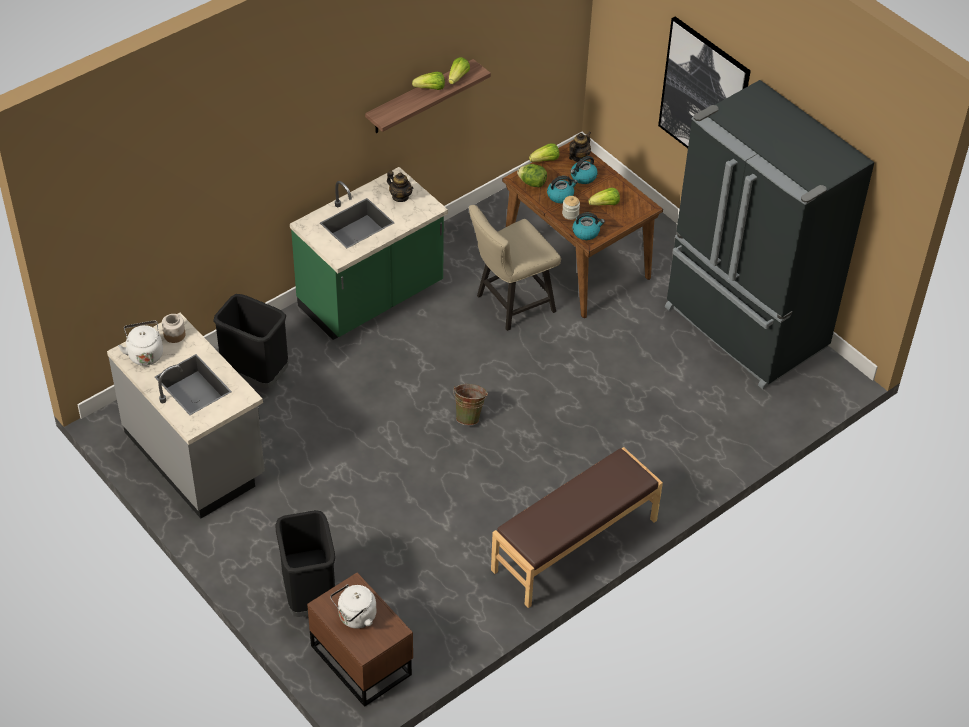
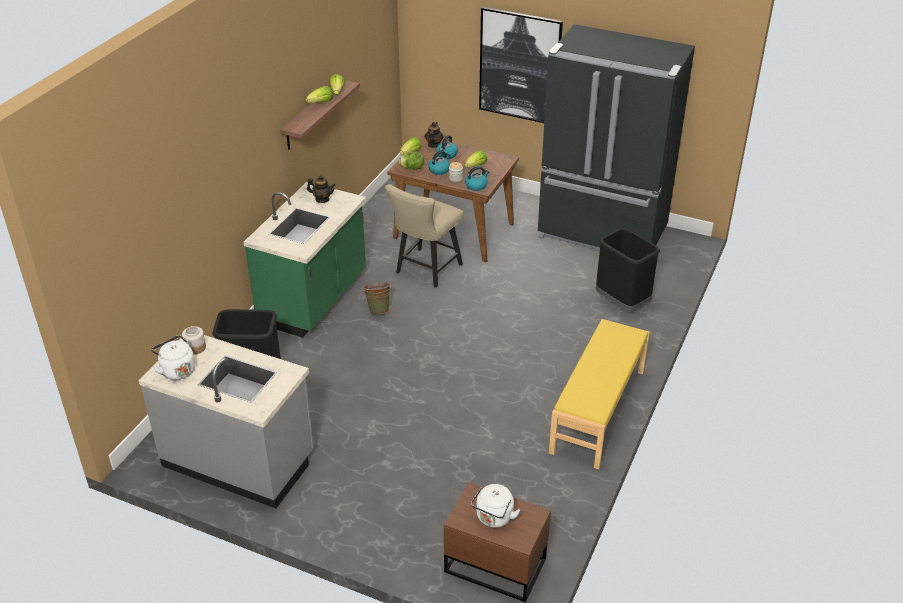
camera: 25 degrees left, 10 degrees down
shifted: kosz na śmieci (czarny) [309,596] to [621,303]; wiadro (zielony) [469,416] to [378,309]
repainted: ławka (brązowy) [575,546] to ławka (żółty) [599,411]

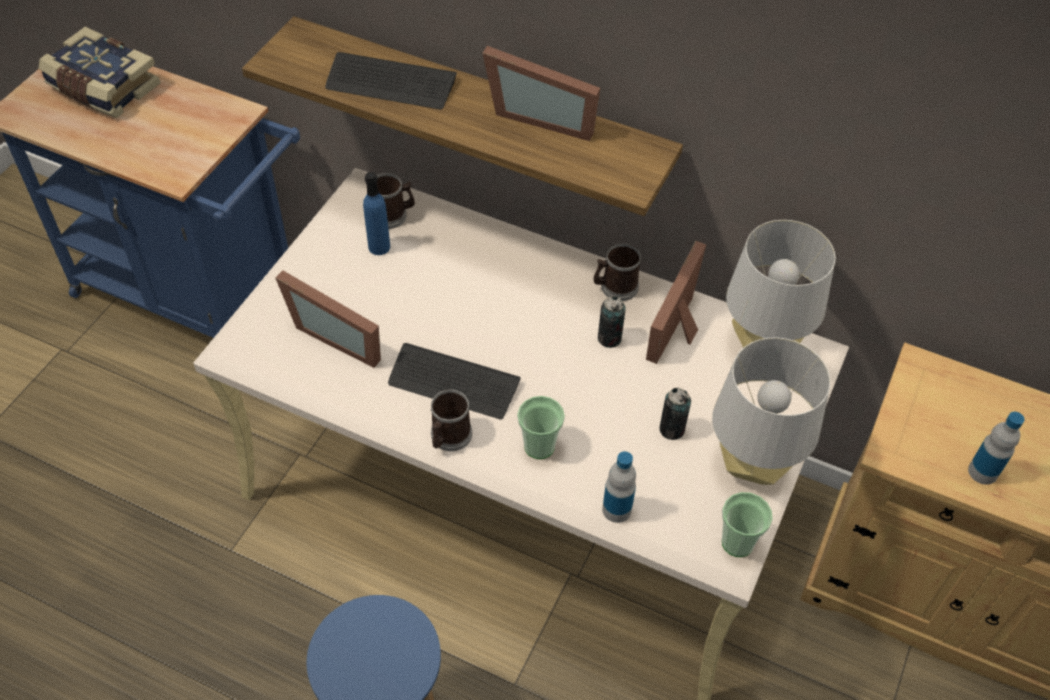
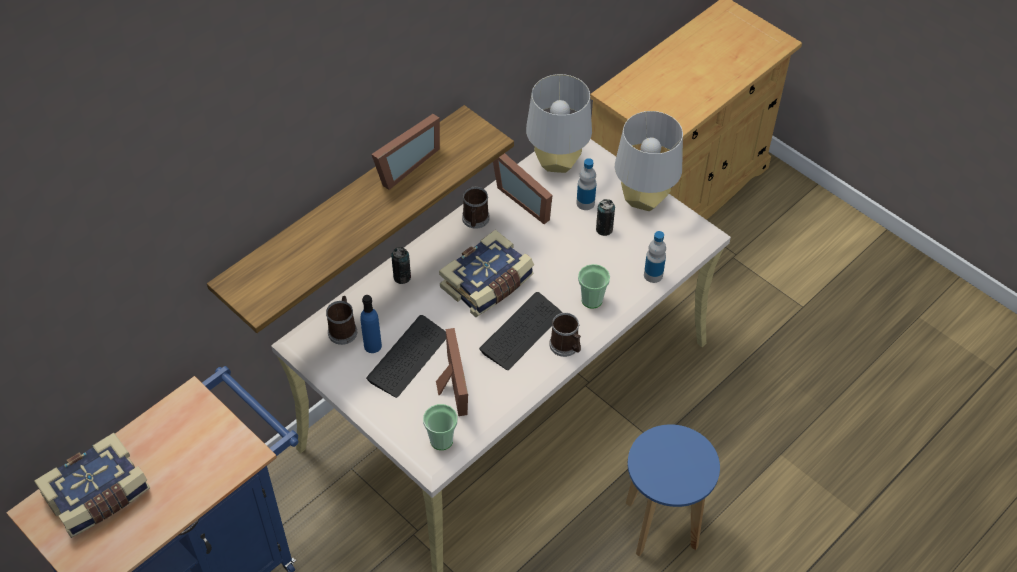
camera: 70 degrees left, 0 degrees up
new: książka [488,284]
shifted: klawiatura [390,83] to [408,357]; puszka [609,338] to [402,277]; filiżanka [737,542] to [441,440]; butelka [982,472] to [585,203]
rotated: ramka na zdjęcie [339,335] = [449,389] 60 degrees counterclockwise

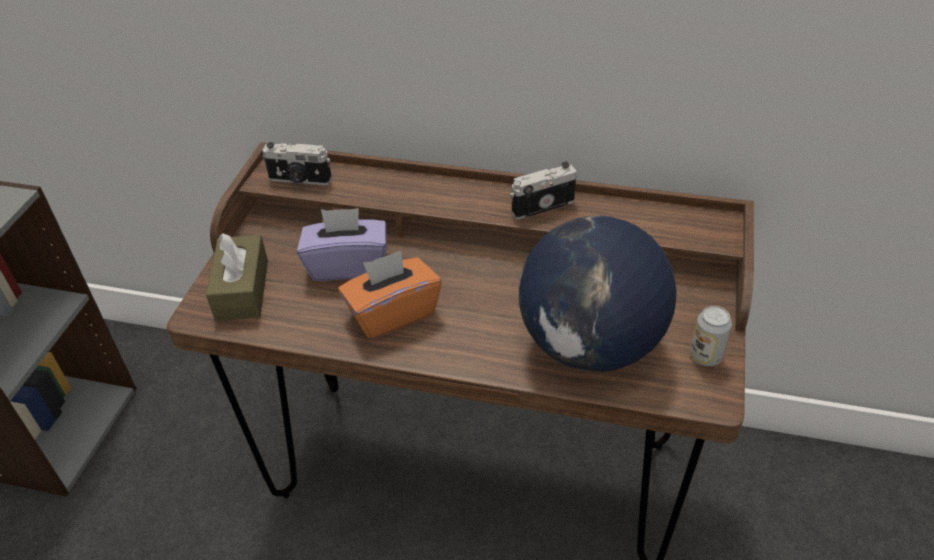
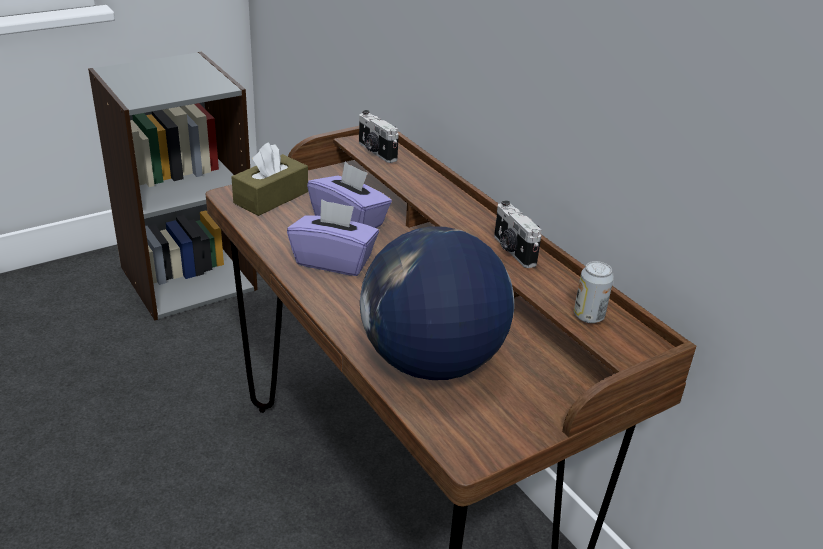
camera: 40 degrees right, 10 degrees down
shifted: puszka [705,356] to [588,316]
repainted: pudełko chusteczek (pomarańczowy) [392,313] to pudełko chusteczek (fioletowy) [334,261]
rotated: aparat fotograficzny [541,205] = [512,251] 135 degrees counterclockwise

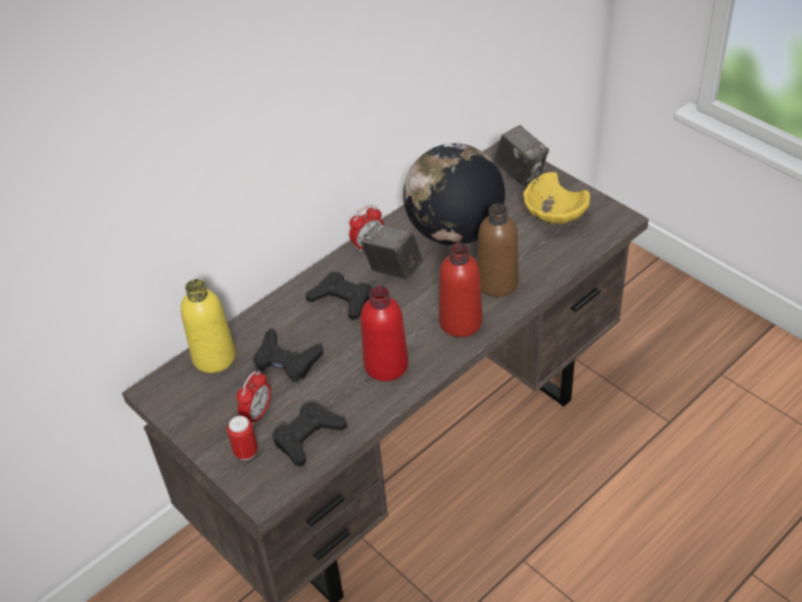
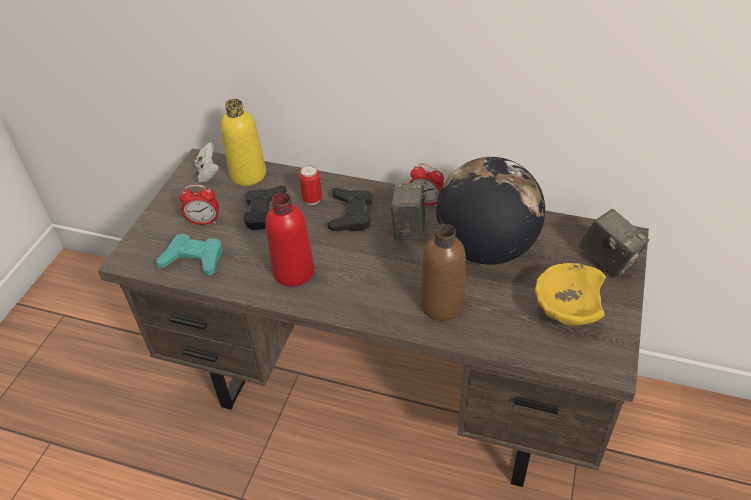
camera: 60 degrees right, 0 degrees up
gone: butelka (czerwony) [460,322]
new: pad do gier (biały) [208,173]
shifted: puszka [246,452] to [312,199]
repainted: pad do gier (czarny) [308,437] to pad do gier (turkusowy) [193,259]
rotated: aparat fotograficzny [520,173] = [608,261] 60 degrees counterclockwise

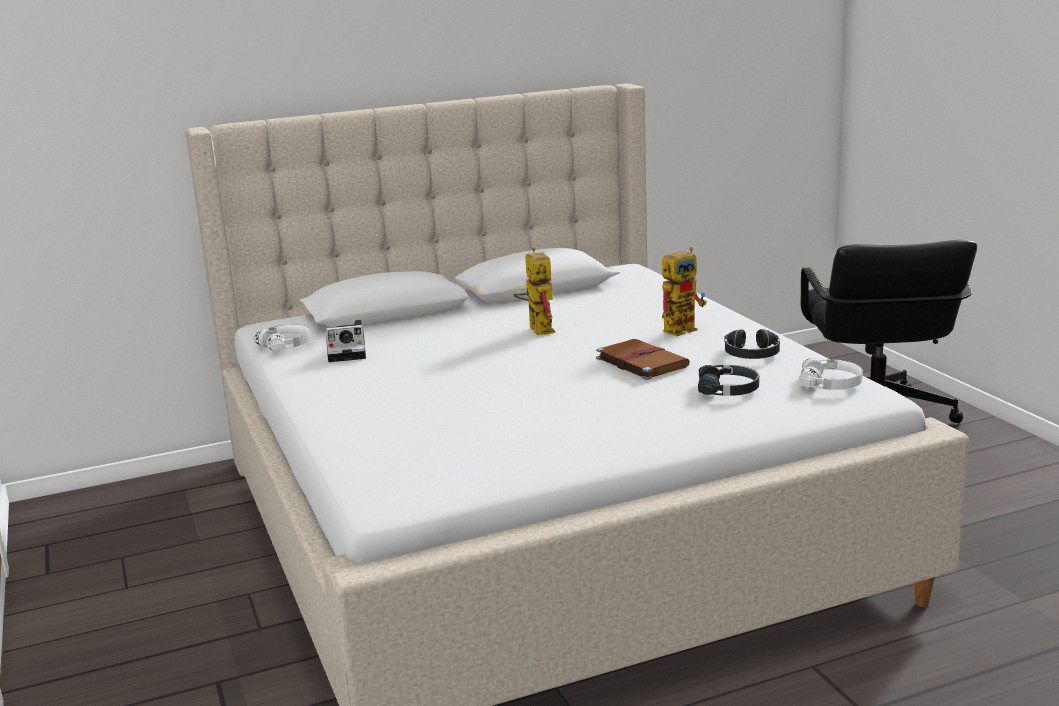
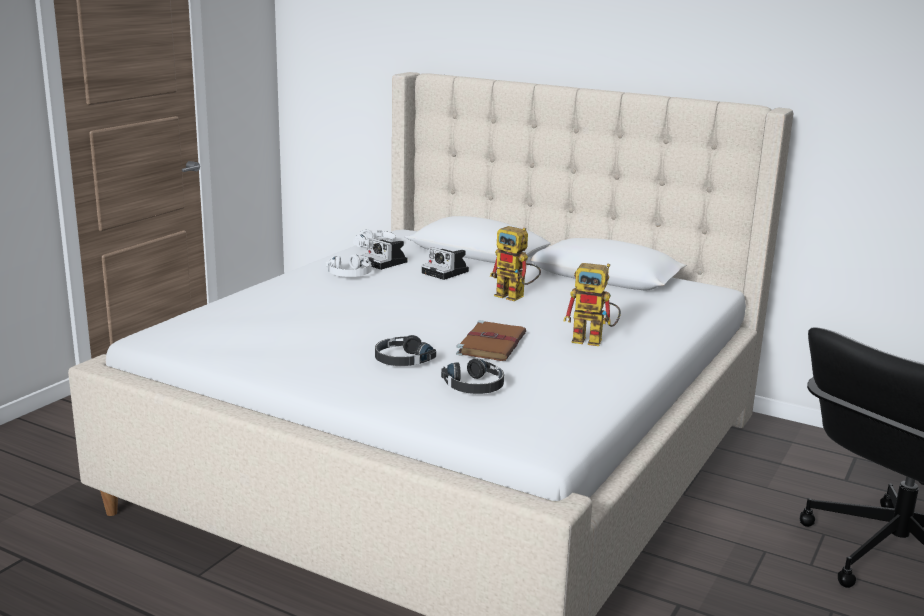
camera: 50 degrees right, 0 degrees up
new: aparat fotograficzny [447,272]
shifted: słuchawki (czarny) [752,354] to [402,360]; słuchawki (biały) [830,383] to [350,273]
rotated: robot zabawkowy [537,328] = [516,297] 90 degrees clockwise

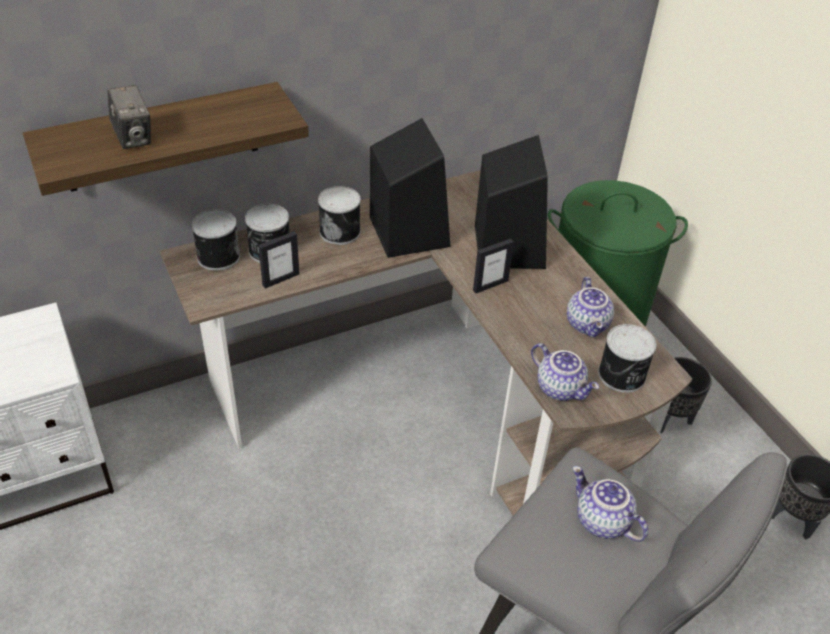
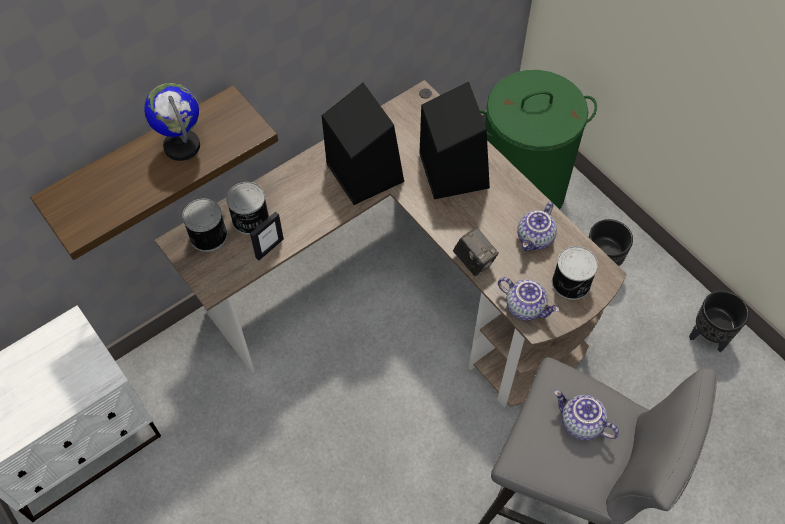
camera: 10 degrees left, 15 degrees up
gone: puszka [340,231]; ramka na zdjęcie [490,285]
new: globus [182,146]
shifted: aparat fotograficzny [133,138] to [474,261]
rotated: imbryk [588,324] = [535,239] 45 degrees clockwise

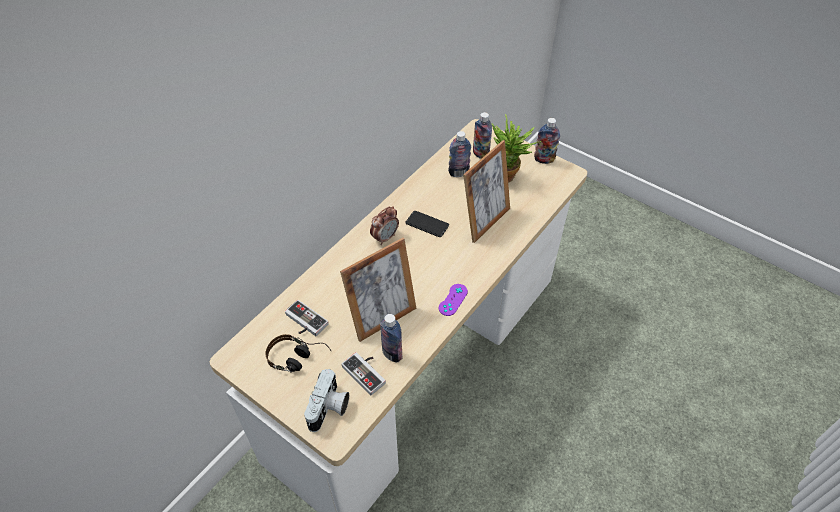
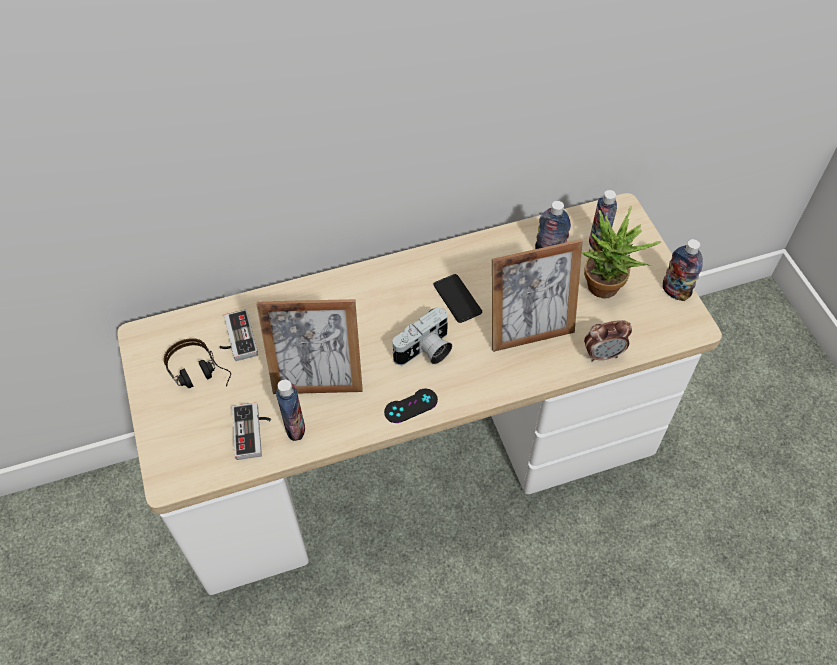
camera: 35 degrees right, 5 degrees up
shifted: aparat fotograficzny [329,409] to [425,351]; budzik [385,237] to [603,354]
repainted: pad do gier (fioletowy) [453,300] to pad do gier (czarny) [411,406]

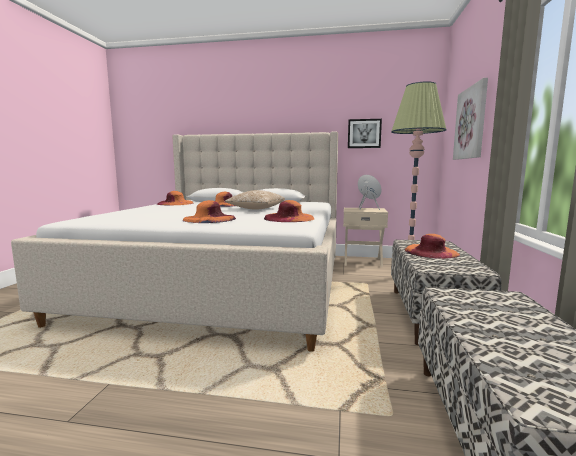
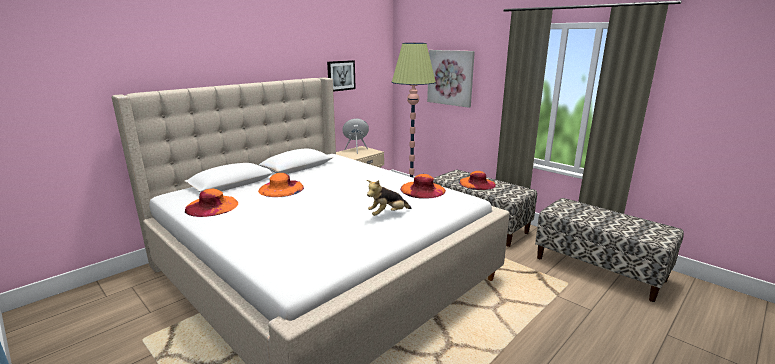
camera: 55 degrees left, 10 degrees up
gone: poduszka [256,209]
swapped: kapelusz (pomarańczowy) [209,219] to pluszak [388,214]

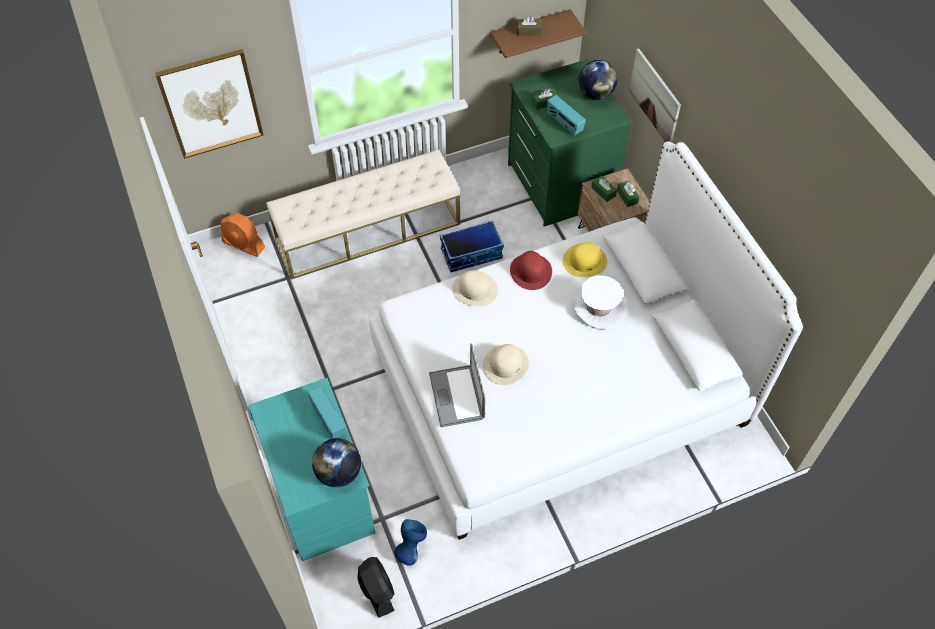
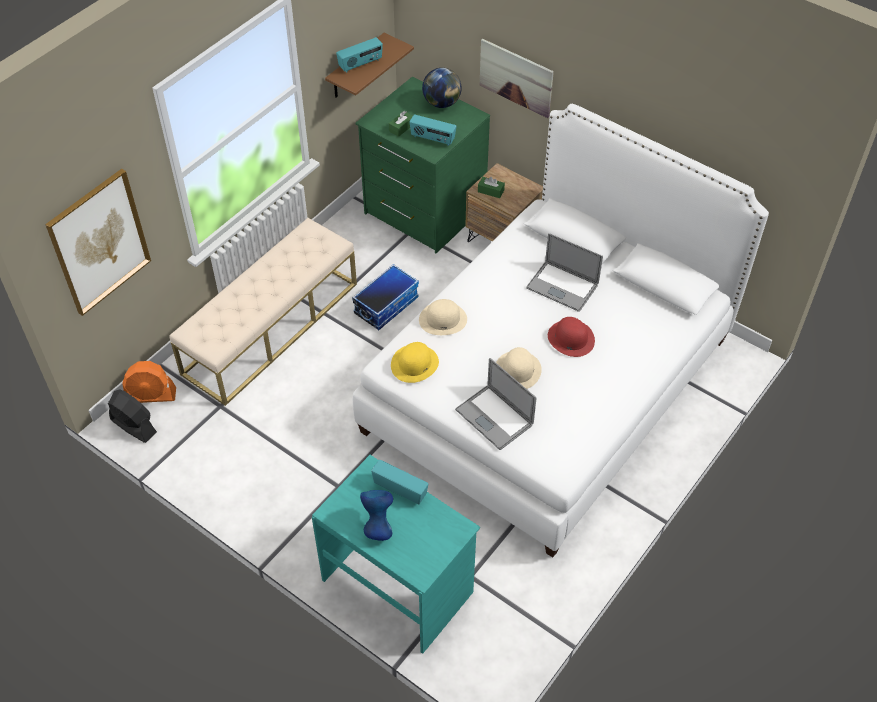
camera: 30 degrees left, 5 degrees down
gone: globus [339,473]; pudełko chusteczek (zielony) [627,197]
shifted: wentylator (czarny) [376,590] to [133,426]; wazon (niebieski) [411,549] to [377,526]; kapelusz (czerwony) [530,271] to [570,338]; kapelusz (żółty) [585,261] to [414,363]
swapped: pudełko chusteczek (brązowy) [528,31] to radio [360,64]; kapelusz (biały) [598,307] to laptop [562,286]

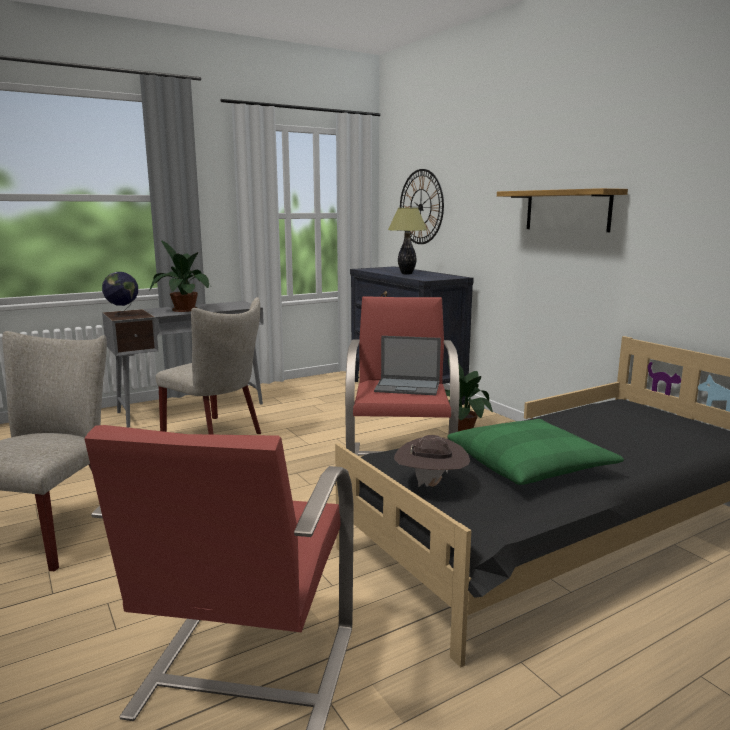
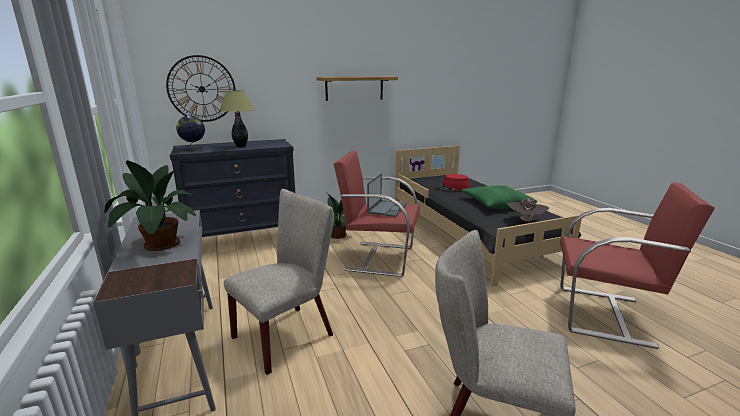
camera: 80 degrees left, 5 degrees up
new: kapelusz (czerwony) [452,187]
shifted: globus [122,314] to [193,149]

